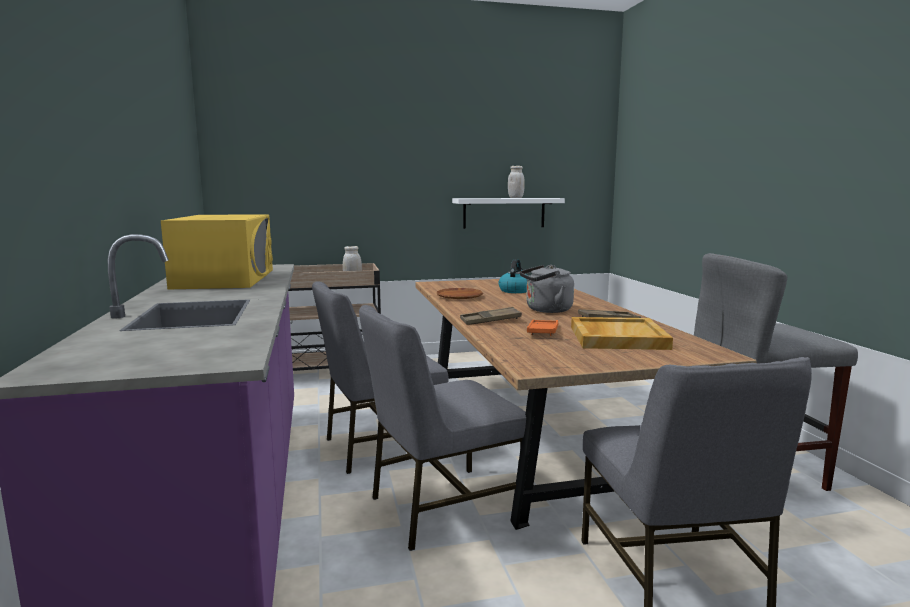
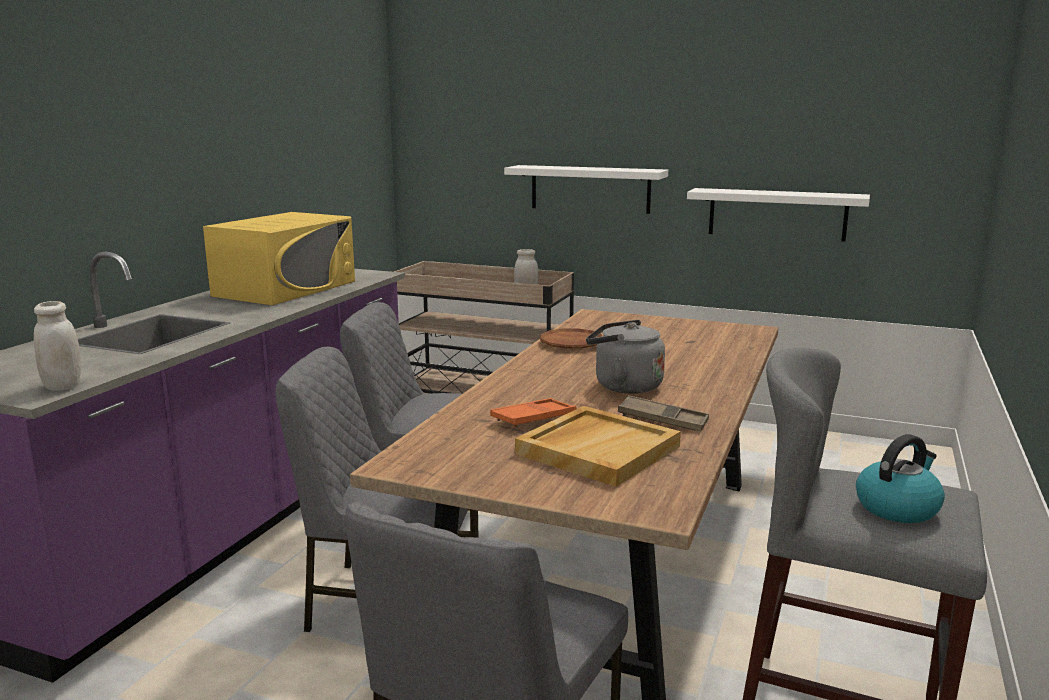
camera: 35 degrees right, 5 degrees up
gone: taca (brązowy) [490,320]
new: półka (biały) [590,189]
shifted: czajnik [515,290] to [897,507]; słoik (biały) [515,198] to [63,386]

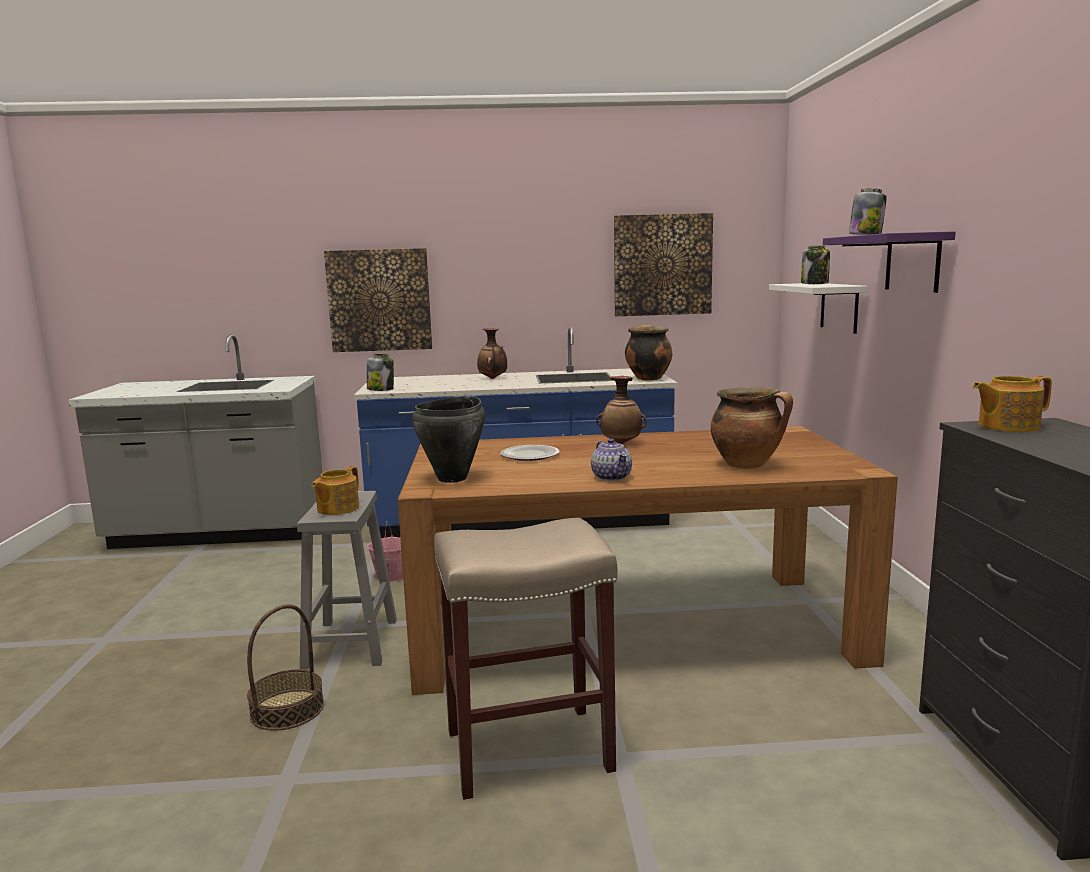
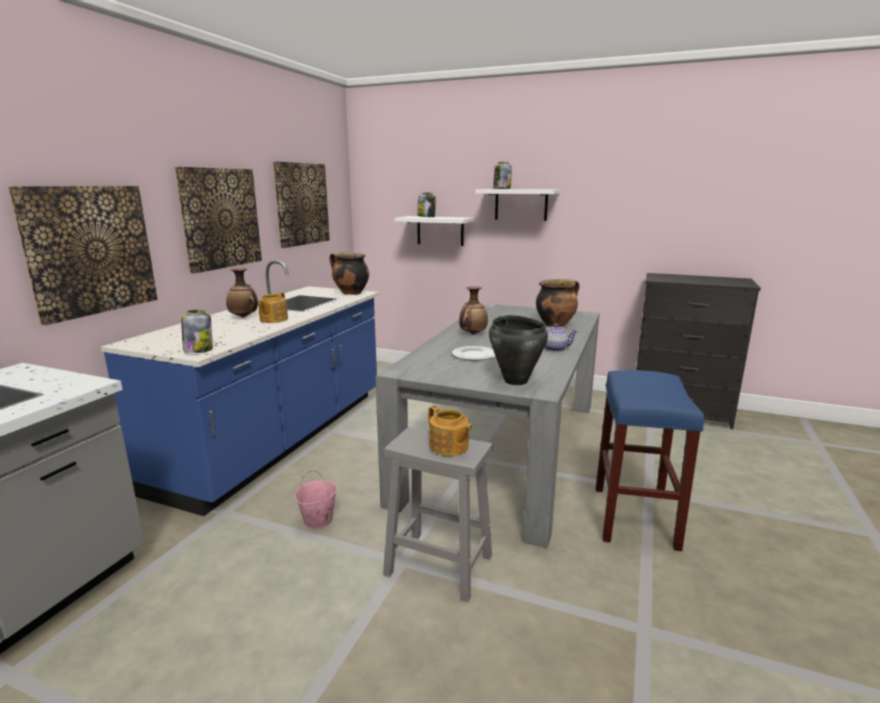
camera: 65 degrees left, 5 degrees up
gone: koszyk [287,710]
new: obraz [220,218]
shifted: imbryk [1006,426] to [273,319]
repainted: stół jadalny (brązowy) [631,626] to stół jadalny (szary) [504,448]; stołek (beżowy) [526,751] to stołek (niebieski) [635,518]; półka (fioletowy) [912,262] to półka (biały) [521,204]

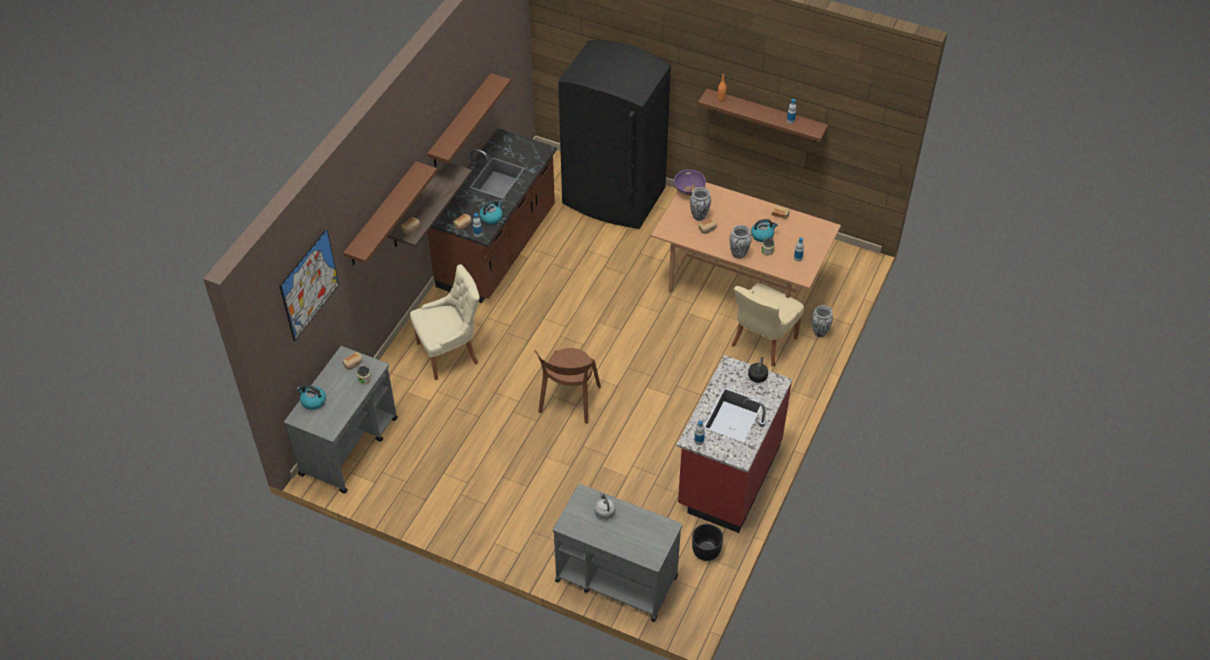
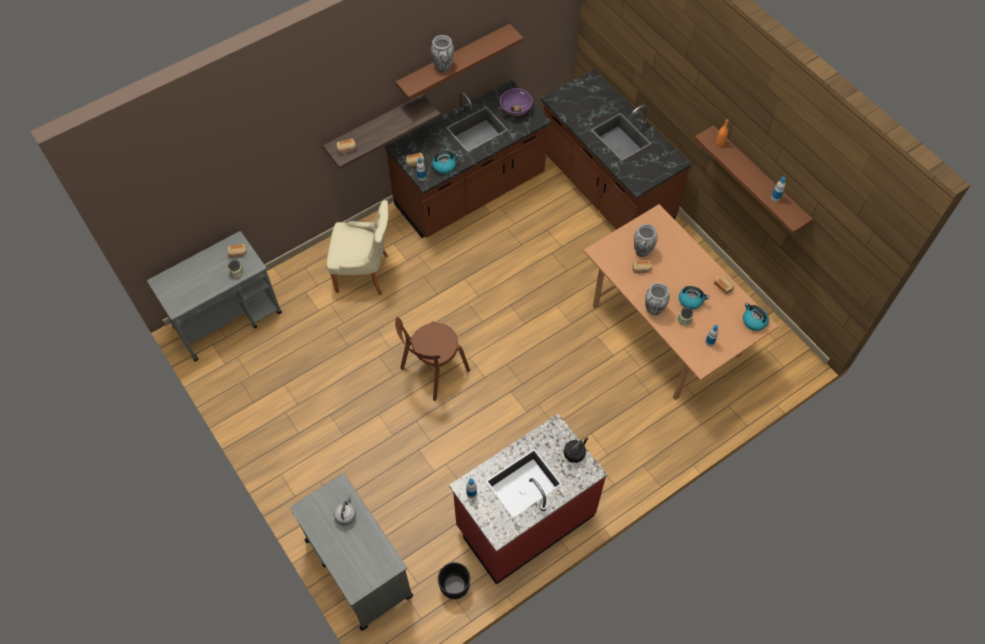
camera: 30 degrees right, 10 degrees up
gone: obraz [309,284]; półka (brązowy) [382,215]; krzesło (beżowy) [762,343]
shifted: czajnik [313,401] to [753,321]; miska (fioletowy) [688,191] to [515,111]; wazon [819,332] to [443,67]
swapped: lodówka (czarny) [613,198] to zabudowa kuchenna (brązowy) [605,189]

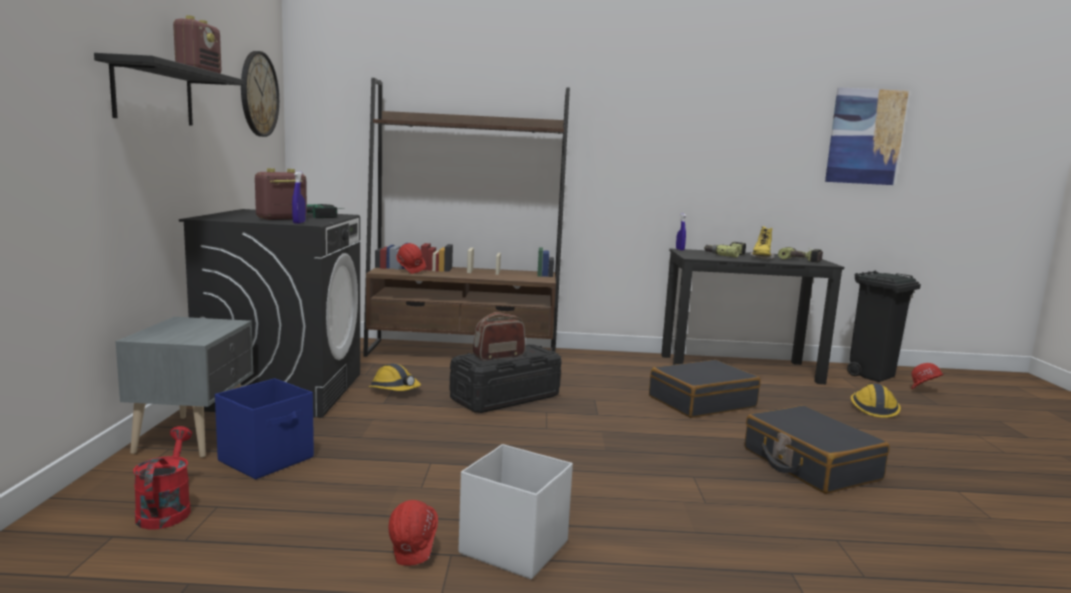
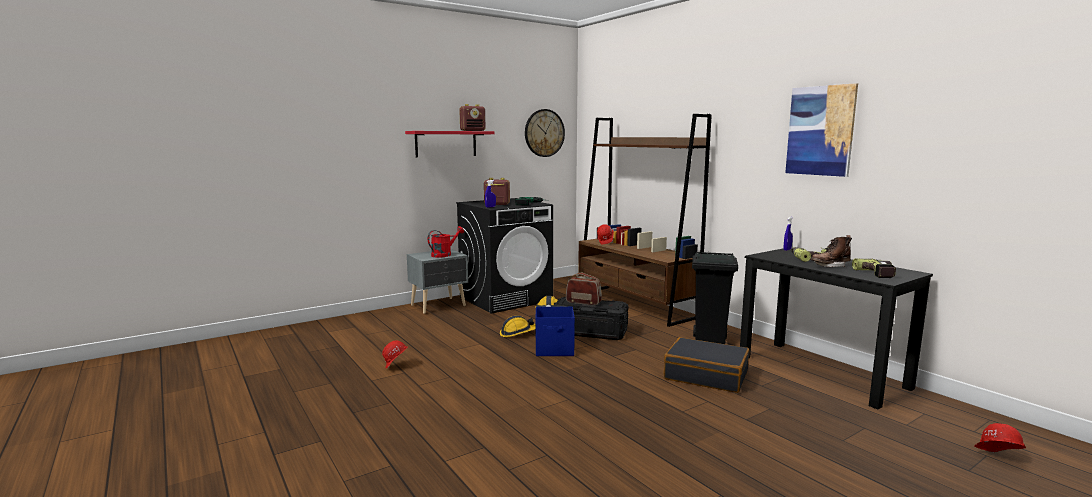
camera: 55 degrees right, 0 degrees up
gone: pojemnik do przechowywania (biały) [513,547]; walizka (czarny) [810,464]
shifted: konewka (czerwony) [166,510] to [444,254]; pojemnik do przechowywania (niebieski) [267,459] to [555,349]; obraz [865,137] to [820,131]; kosz na śmieci (czarny) [872,375] to [710,340]; kask [873,408] to [517,333]
repainted: półka (czarny) [154,94] to półka (czerwony) [446,144]; but z cholewką (żółty) [761,259] to but z cholewką (brązowy) [829,266]

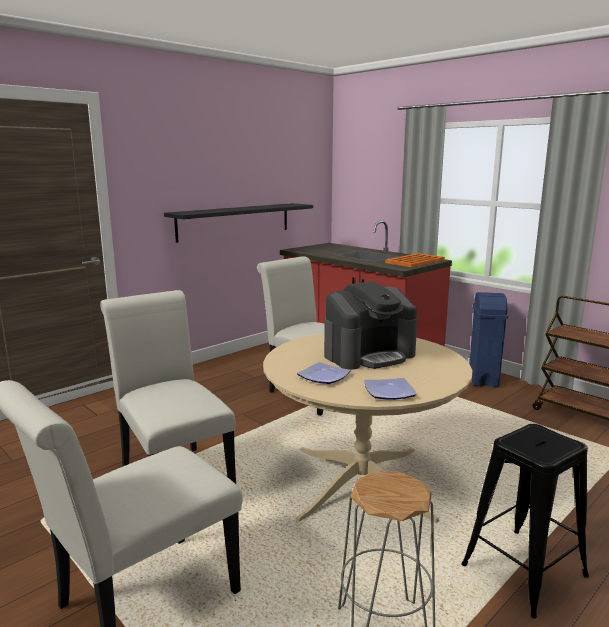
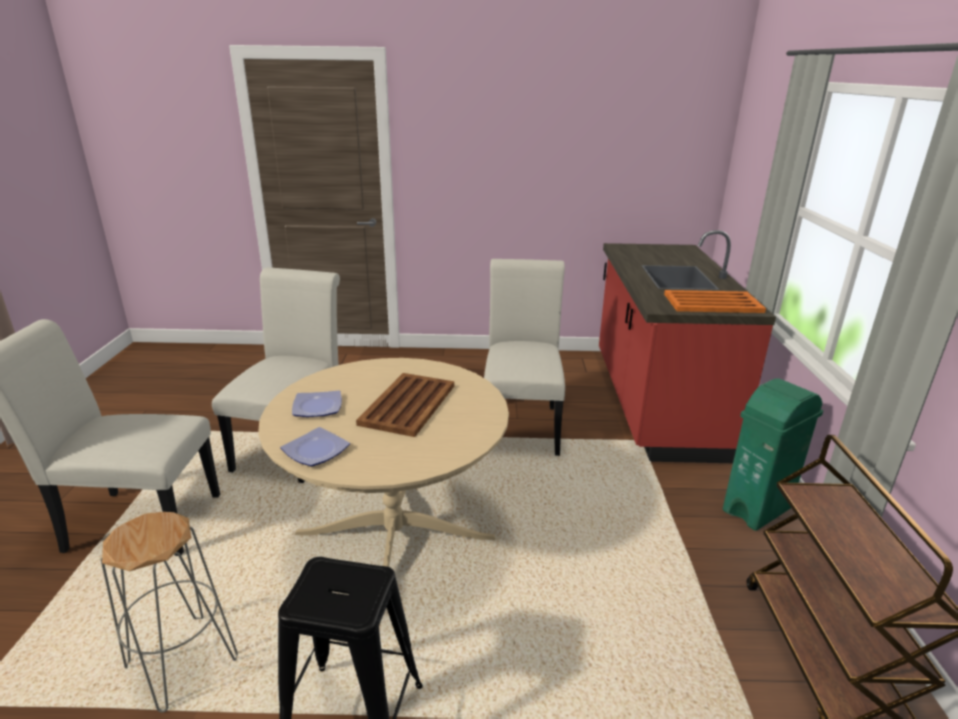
camera: 45 degrees right, 10 degrees up
gone: półka (czarny) [235,221]
swapped: ekspres do kawy [369,355] to taca (brązowy) [409,404]
repainted: kosz na śmieci (niebieski) [483,379] to kosz na śmieci (zielony) [757,509]

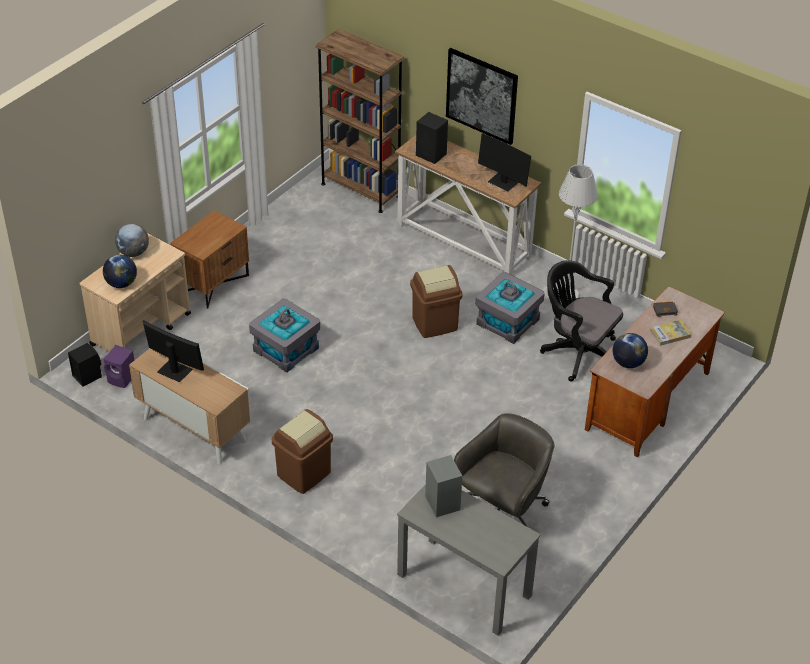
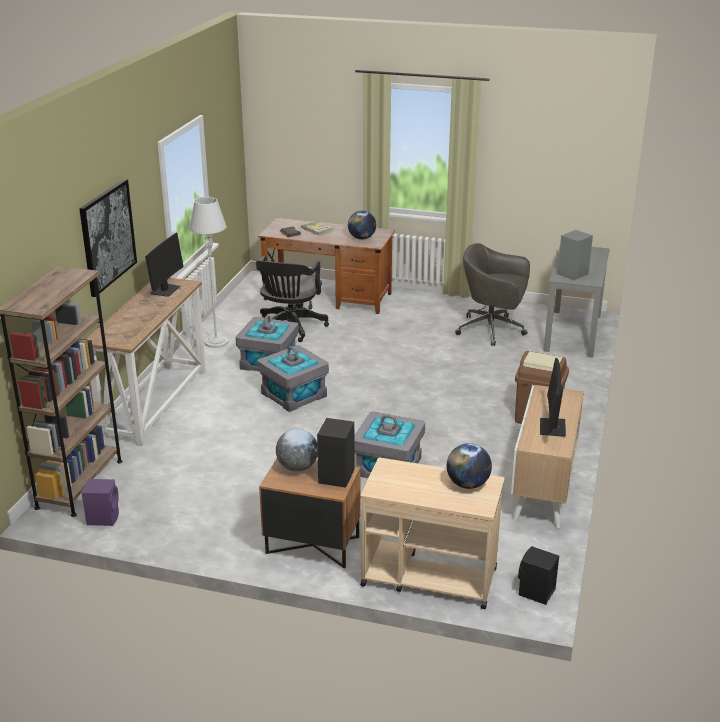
camera: 110 degrees left, 15 degrees down
shifted: głośnik (fioletowy) [122,378] to [103,517]; globus [133,253] to [297,467]; głośnik (czarny) [431,155] to [336,475]
swapped: kosz na śmieci (brązowy) [434,323] to pojemnik do przechowywania (szary) [293,395]

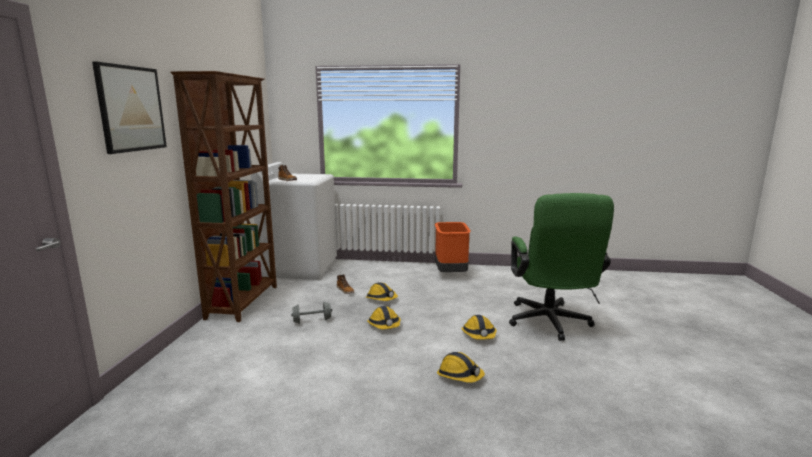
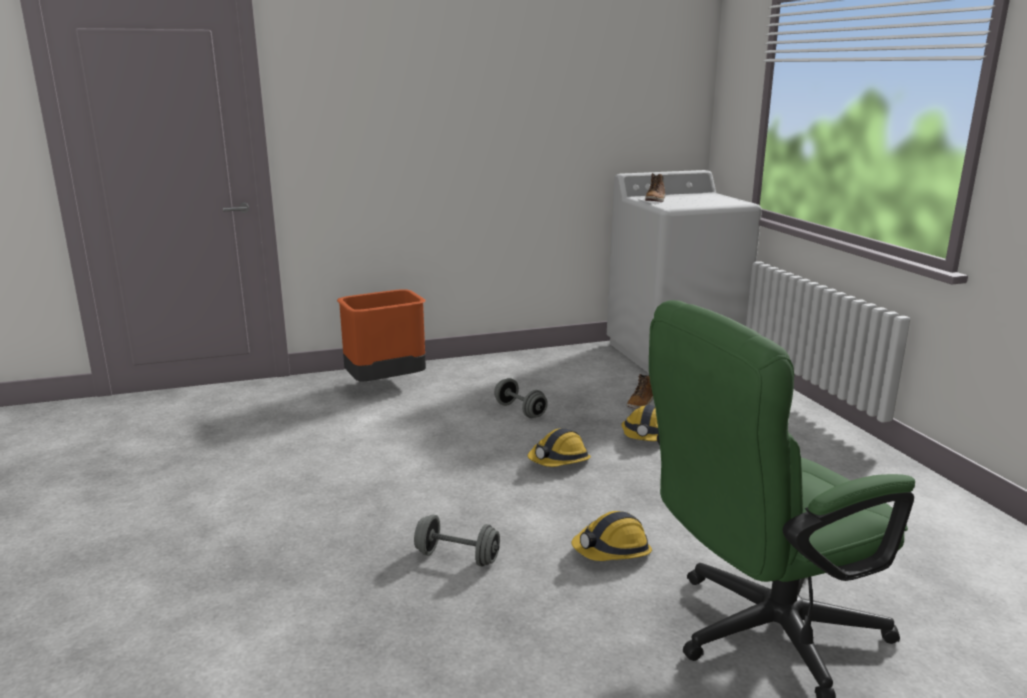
camera: 65 degrees right, 5 degrees up
gone: obraz [131,109]; regał (brązowy) [244,302]
shifted: kosz na śmieci (pomarańczowy) [450,274] to [386,384]
swapped: kask [460,376] to hantel (szary) [457,557]

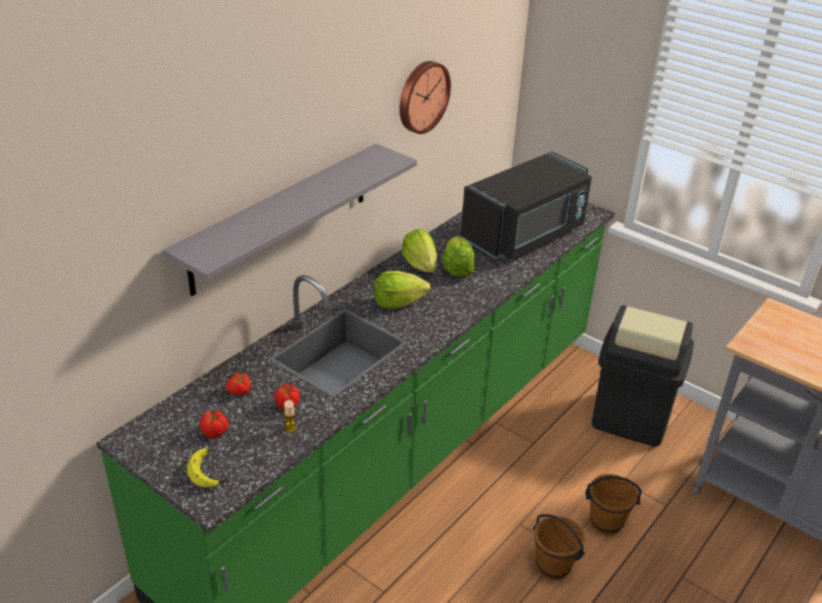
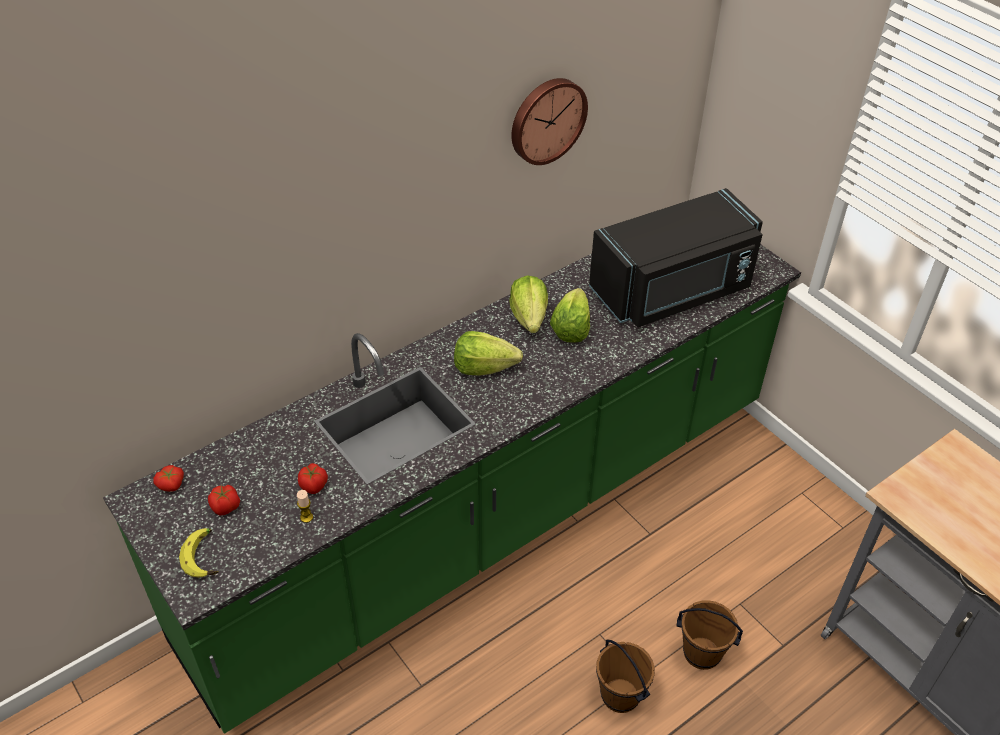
camera: 15 degrees right, 10 degrees up
gone: półka (szary) [281,218]; kosz na śmieci (czarny) [631,417]
shifted: pomidor [240,391] to [171,485]

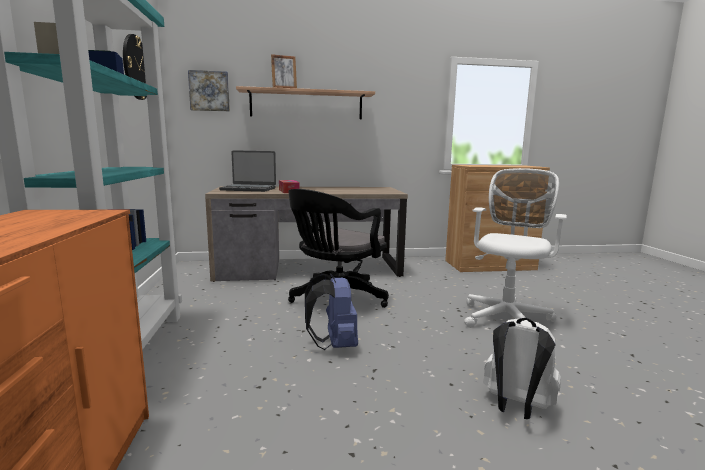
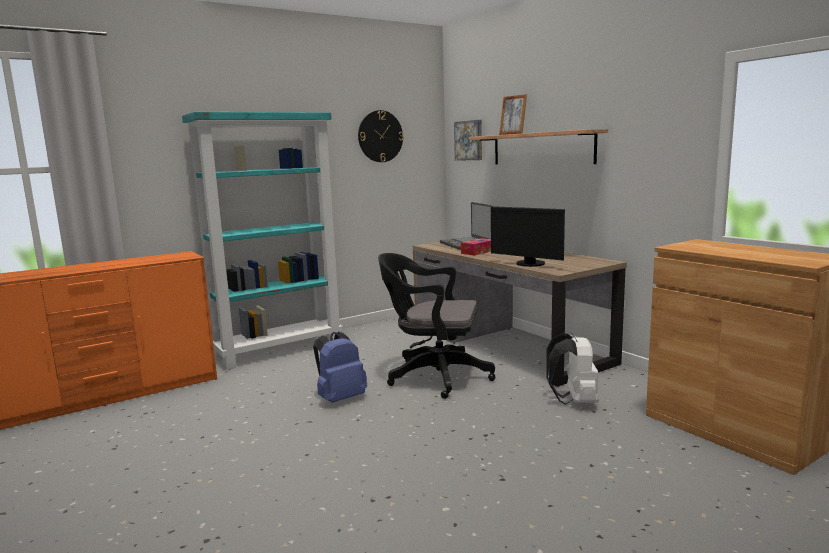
camera: 65 degrees right, 0 degrees up
gone: krzesło biurowe (biały) [506,316]
new: monitor [529,264]
shifted: plecak (biały) [516,407] to [574,401]

